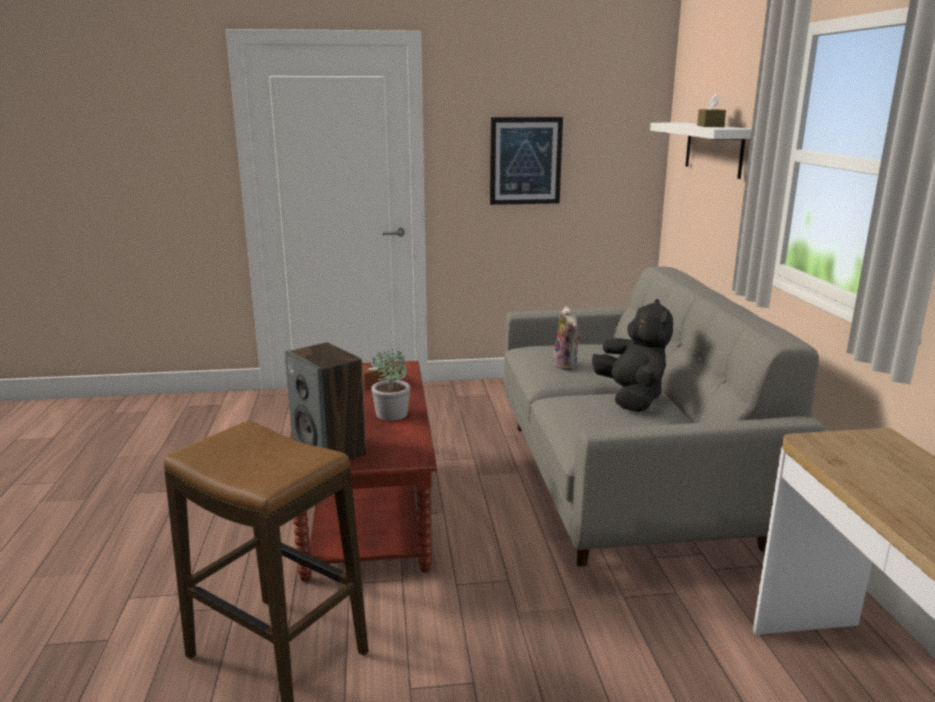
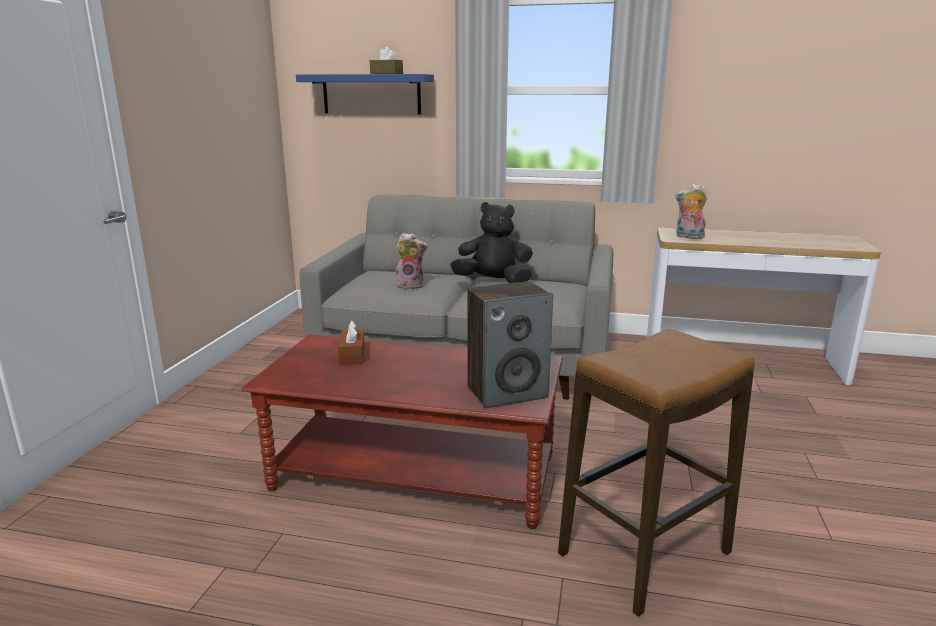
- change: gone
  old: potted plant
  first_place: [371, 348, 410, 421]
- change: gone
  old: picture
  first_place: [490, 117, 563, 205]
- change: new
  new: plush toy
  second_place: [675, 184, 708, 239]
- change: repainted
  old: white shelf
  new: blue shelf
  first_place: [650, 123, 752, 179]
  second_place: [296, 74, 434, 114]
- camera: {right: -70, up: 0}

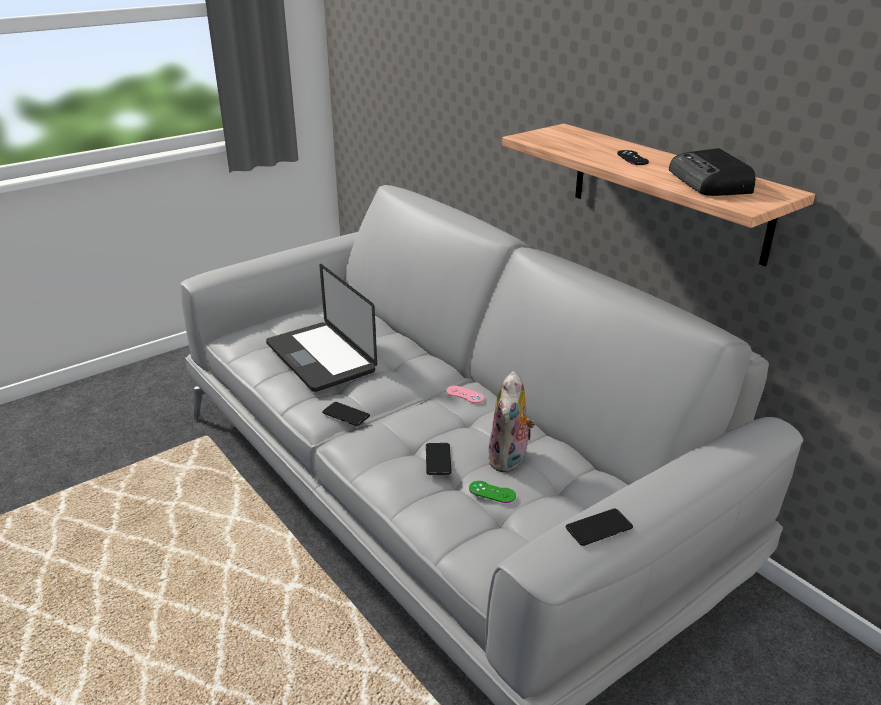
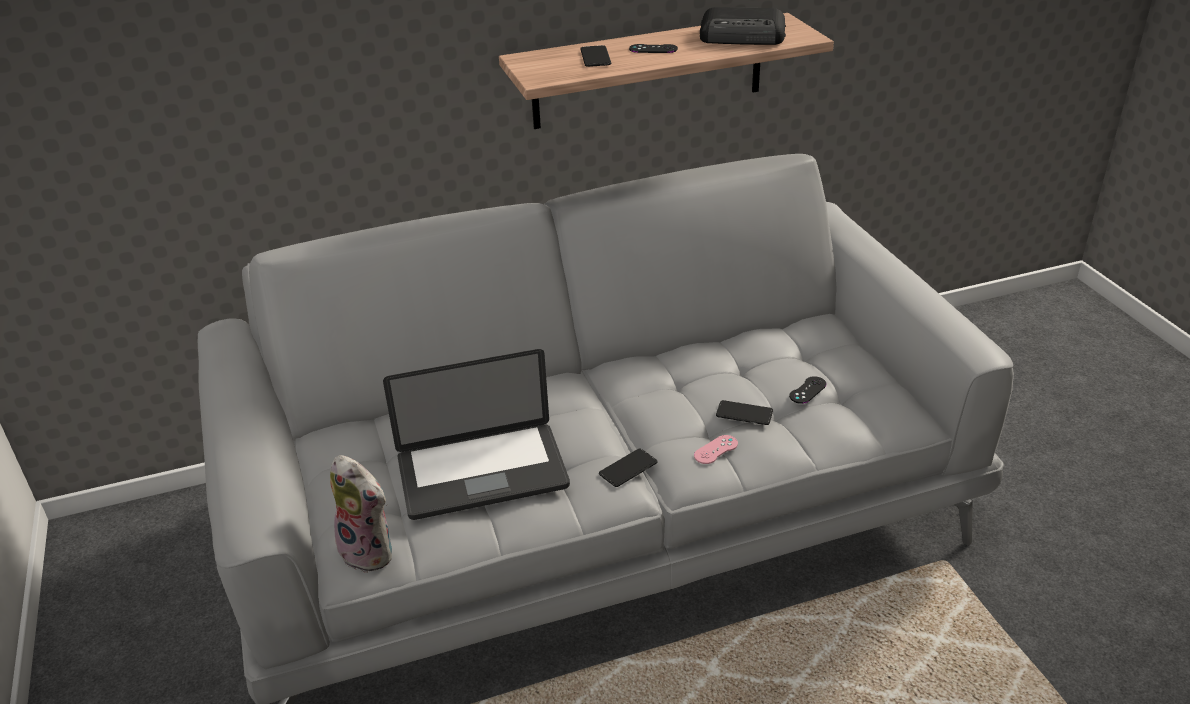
- change: shifted
  old: pink game controller
  first_place: [446, 386, 484, 403]
  second_place: [694, 435, 738, 464]
- change: shifted
  old: plush toy
  first_place: [488, 371, 535, 472]
  second_place: [330, 455, 392, 573]
- change: shifted
  old: phone
  first_place: [566, 508, 633, 546]
  second_place: [580, 45, 611, 67]
- change: repainted
  old: green game controller
  new: black game controller
  first_place: [469, 481, 516, 503]
  second_place: [789, 376, 826, 404]
- camera: {right: -70, up: 5}

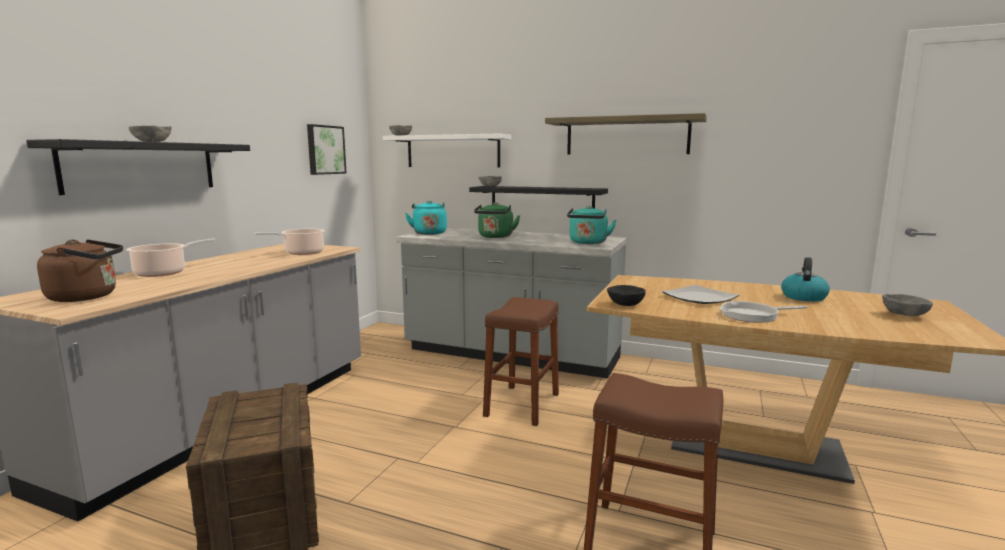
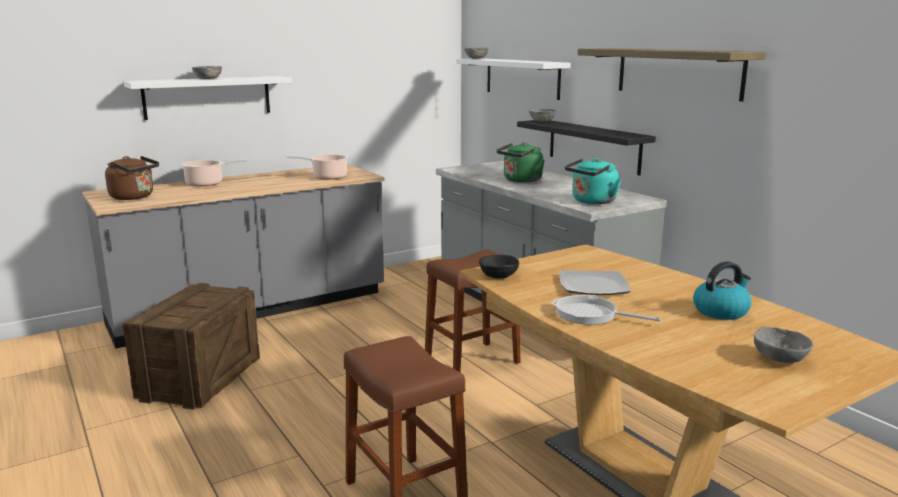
- change: gone
  old: picture
  first_place: [307, 124, 347, 175]
- change: gone
  old: turquoise kettle
  first_place: [405, 201, 447, 235]
- change: repainted
  old: black shelf
  new: white shelf
  first_place: [26, 139, 250, 195]
  second_place: [124, 76, 292, 120]
- camera: {right: 35, up: 5}

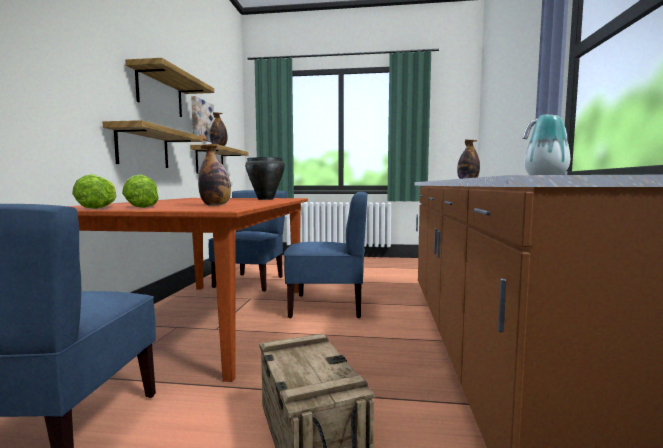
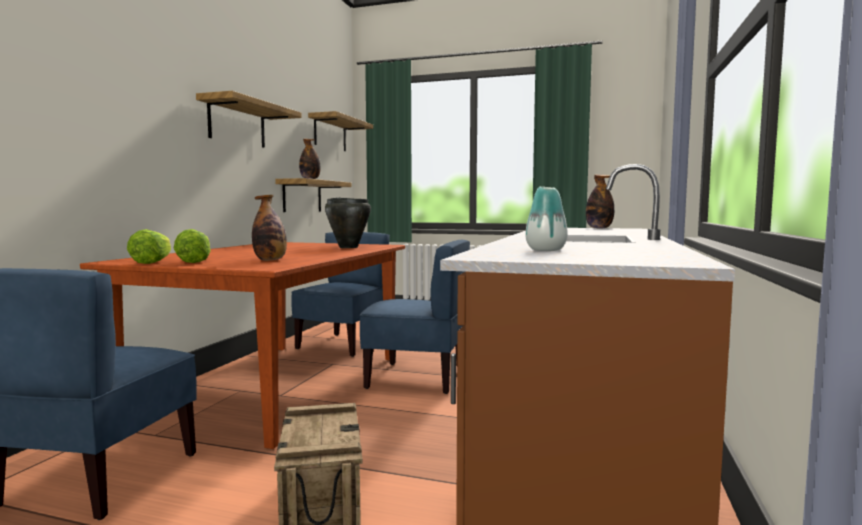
- change: gone
  old: picture
  first_place: [191, 96, 214, 142]
- change: shifted
  old: shelf
  first_place: [102, 120, 203, 168]
  second_place: [308, 111, 373, 151]
- camera: {right: 10, up: 0}

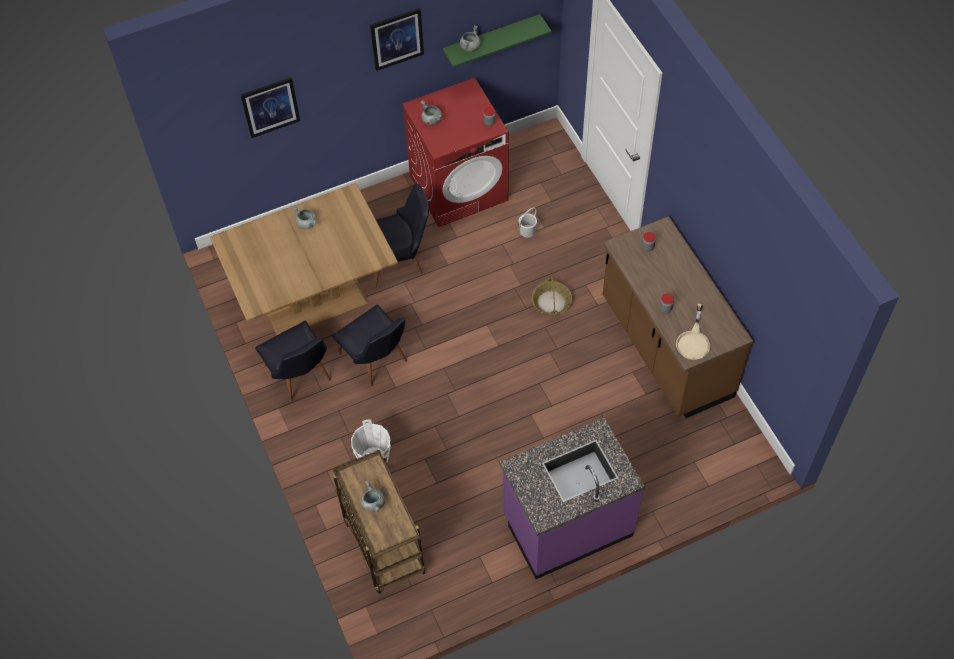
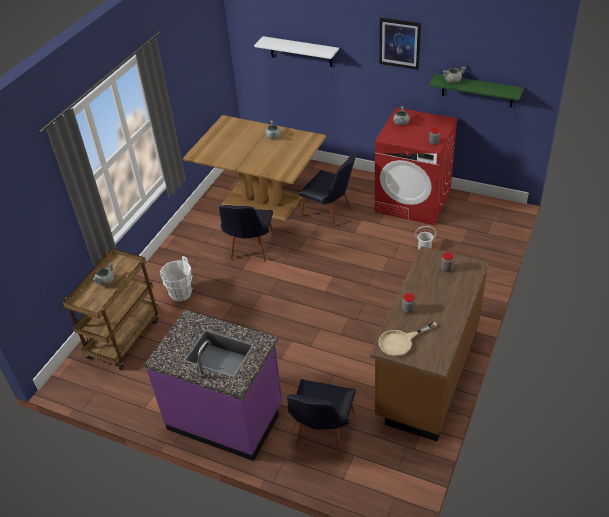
- change: gone
  old: basket
  first_place: [532, 275, 572, 315]
- change: shifted
  old: black chair
  first_place: [255, 321, 331, 402]
  second_place: [287, 379, 356, 455]
- change: swapped
  old: picture
  new: white shelf
  first_place: [241, 77, 300, 138]
  second_place: [254, 36, 339, 67]
- camera: {right: 50, up: -15}

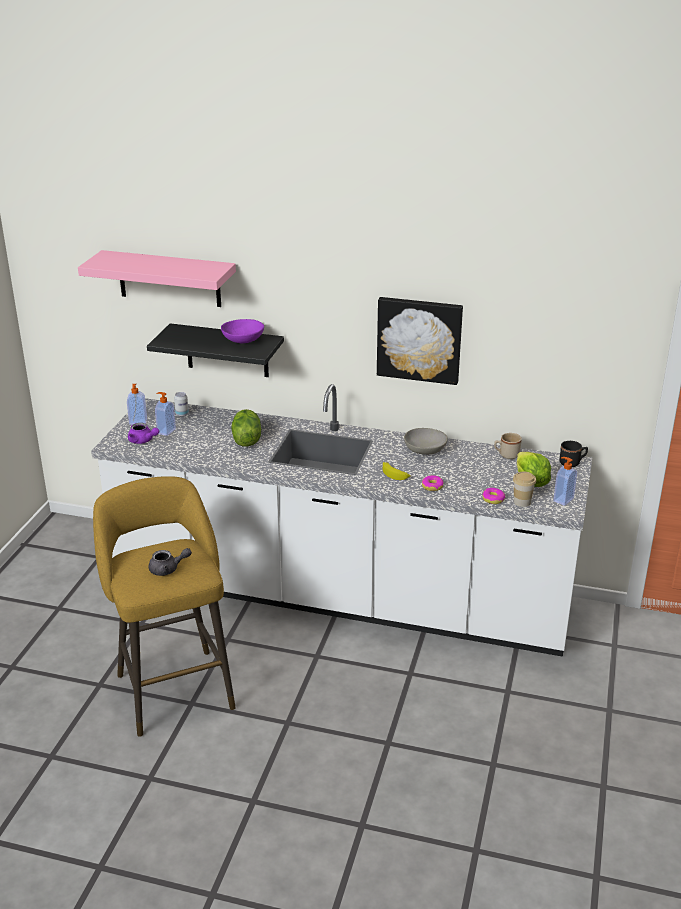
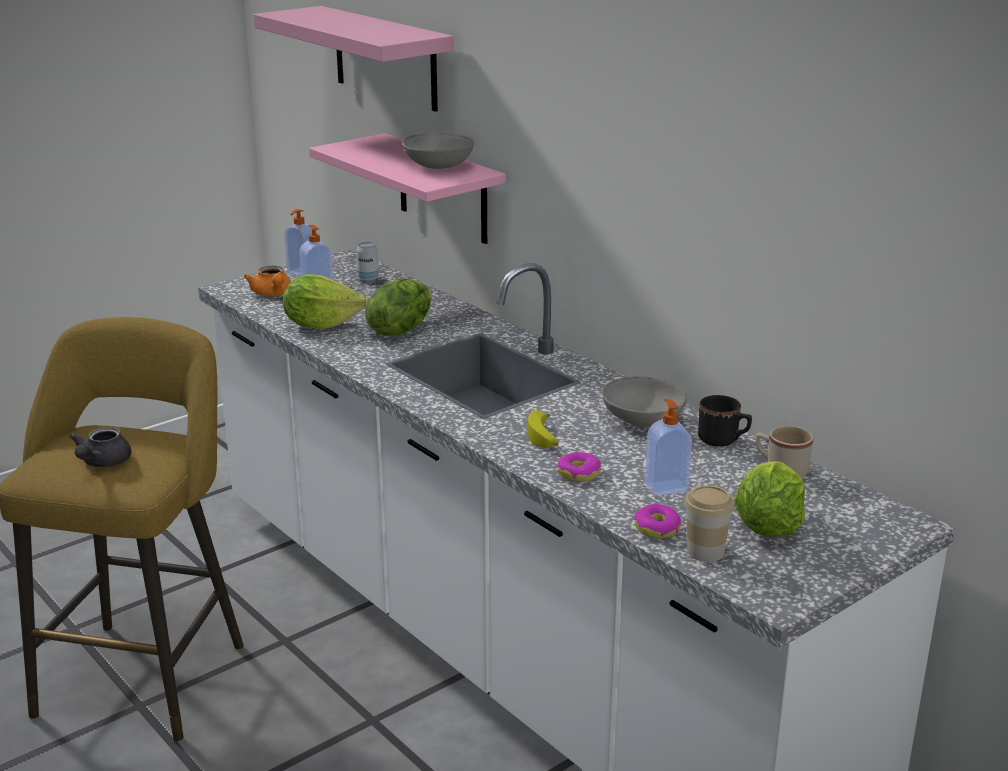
- change: gone
  old: picture
  first_place: [377, 297, 463, 385]
- change: new
  new: lettuce
  second_place: [283, 274, 367, 329]
- change: shifted
  old: soap dispenser
  first_place: [553, 457, 577, 506]
  second_place: [645, 399, 692, 496]
- change: shifted
  old: black mug
  first_place: [559, 441, 588, 467]
  second_place: [698, 395, 752, 447]
- change: repainted
  old: purple teapot
  new: orange teapot
  first_place: [128, 423, 159, 444]
  second_place: [244, 266, 291, 296]
- change: repainted
  old: black shelf
  new: pink shelf
  first_place: [147, 323, 284, 377]
  second_place: [309, 133, 506, 244]
- change: repainted
  old: purple bowl
  new: grey bowl
  first_place: [221, 319, 264, 343]
  second_place: [402, 134, 474, 169]
- change: rotated
  old: grey teapot
  first_place: [148, 548, 192, 576]
  second_place: [69, 427, 131, 467]
  degrees: 75
- camera: {right: 35, up: -5}

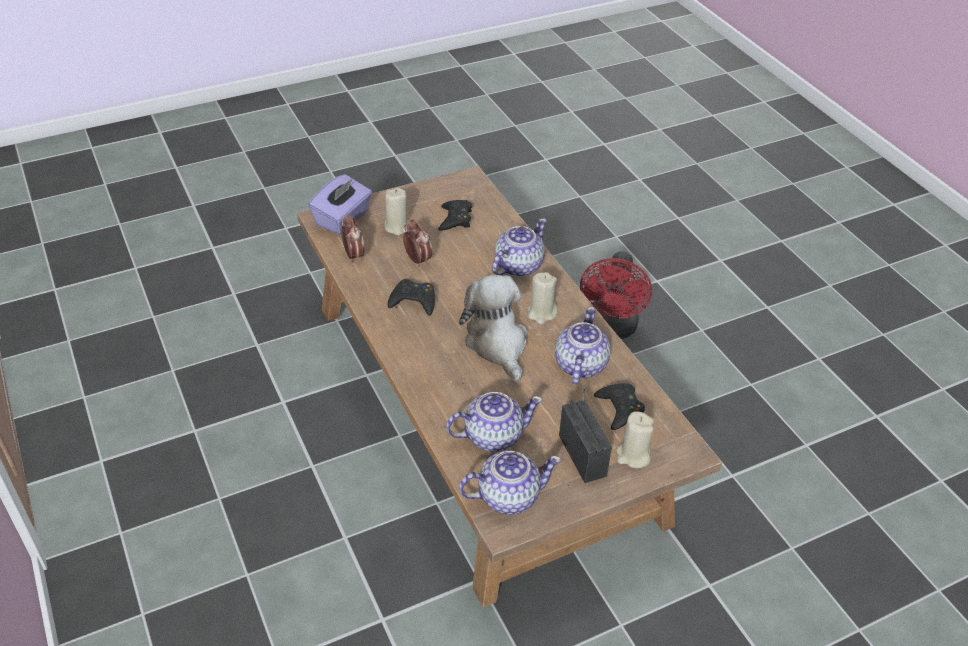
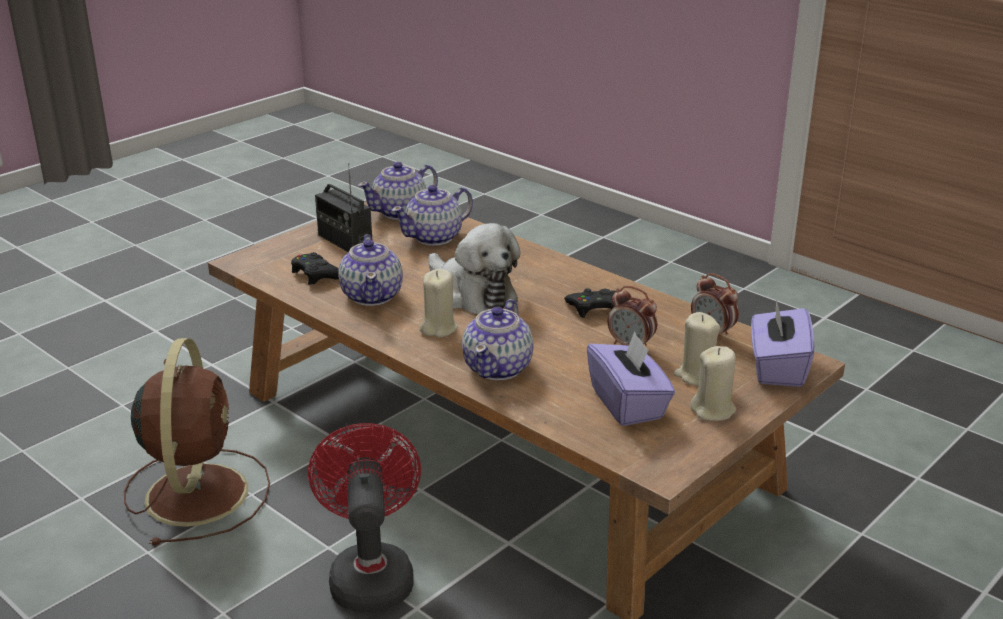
- change: new
  new: brown fan
  second_place: [124, 338, 270, 545]
- change: shifted
  old: beige candle
  first_place: [616, 411, 654, 468]
  second_place: [690, 346, 736, 421]
- change: swapped
  old: black game controller
  new: purple tissue box
  first_place: [438, 200, 472, 231]
  second_place: [587, 331, 675, 426]
- camera: {right: 160, up: -15}

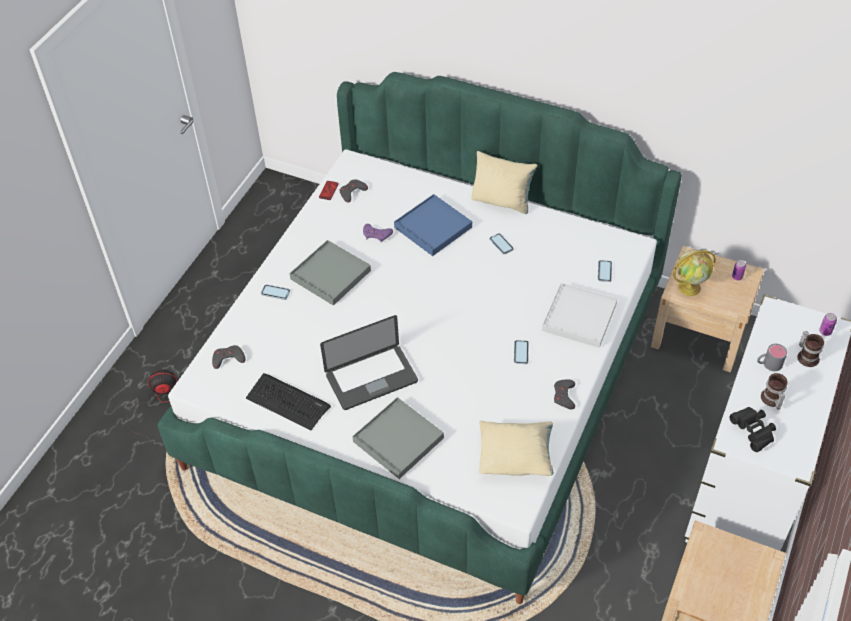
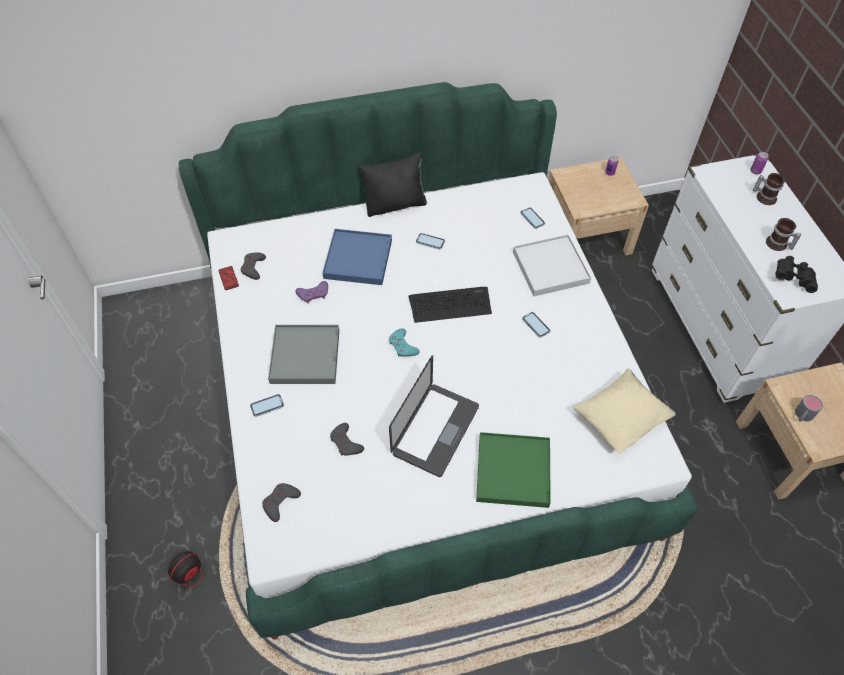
- change: gone
  old: globe
  first_place: [673, 249, 716, 296]
- change: new
  new: turquoise game controller
  second_place: [389, 328, 420, 357]
- change: shifted
  old: keyboard
  first_place: [246, 373, 331, 430]
  second_place: [408, 287, 492, 323]
- change: shifted
  old: grey game controller
  first_place: [554, 379, 575, 409]
  second_place: [330, 423, 364, 456]
- change: shifted
  old: grey mug
  first_place: [757, 344, 787, 371]
  second_place: [795, 395, 823, 422]
- change: repainted
  old: grey tray
  new: green tray
  first_place: [352, 397, 444, 479]
  second_place: [476, 432, 551, 508]
- change: repainted
  old: beige pillow
  new: black pillow
  first_place: [471, 151, 537, 214]
  second_place: [359, 152, 427, 217]
- camera: {right: -40, up: 5}

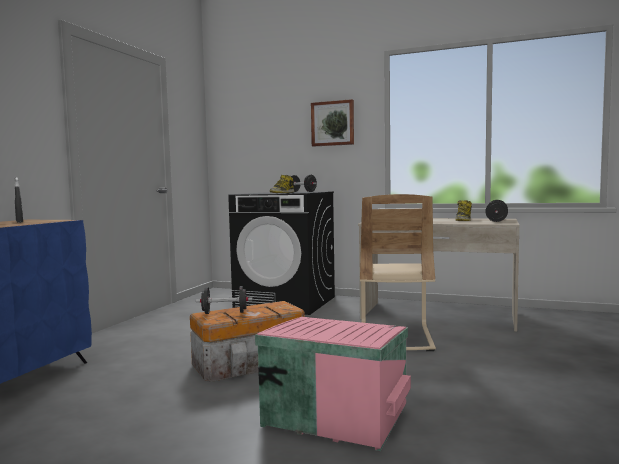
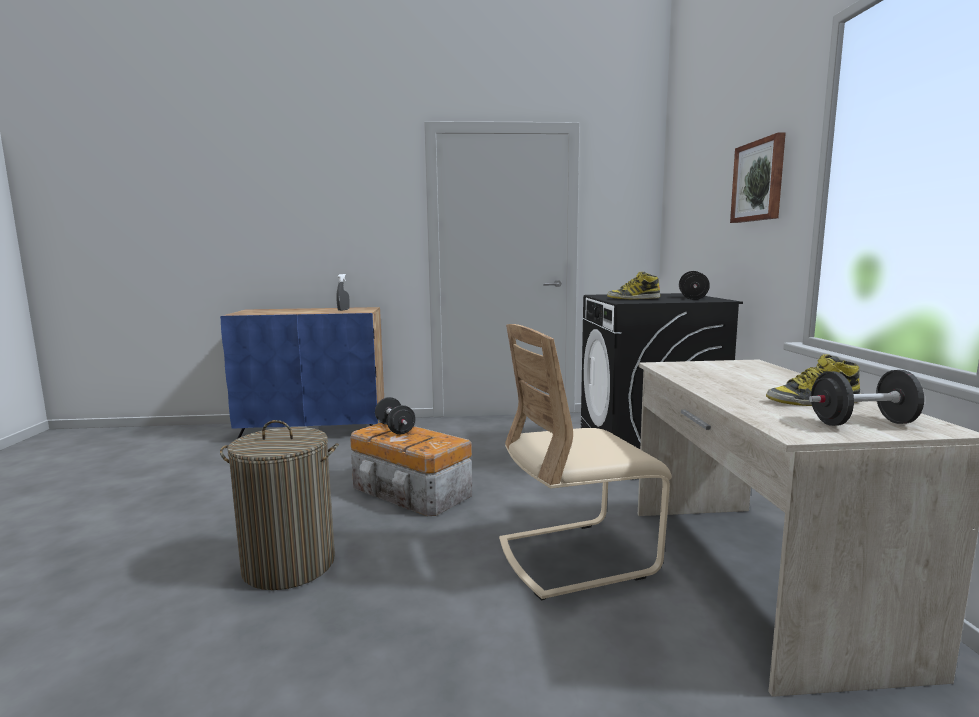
- change: swapped
  old: pink storage box
  new: laundry basket
  first_place: [255, 317, 411, 451]
  second_place: [220, 420, 339, 590]
- camera: {right: 65, up: 5}

